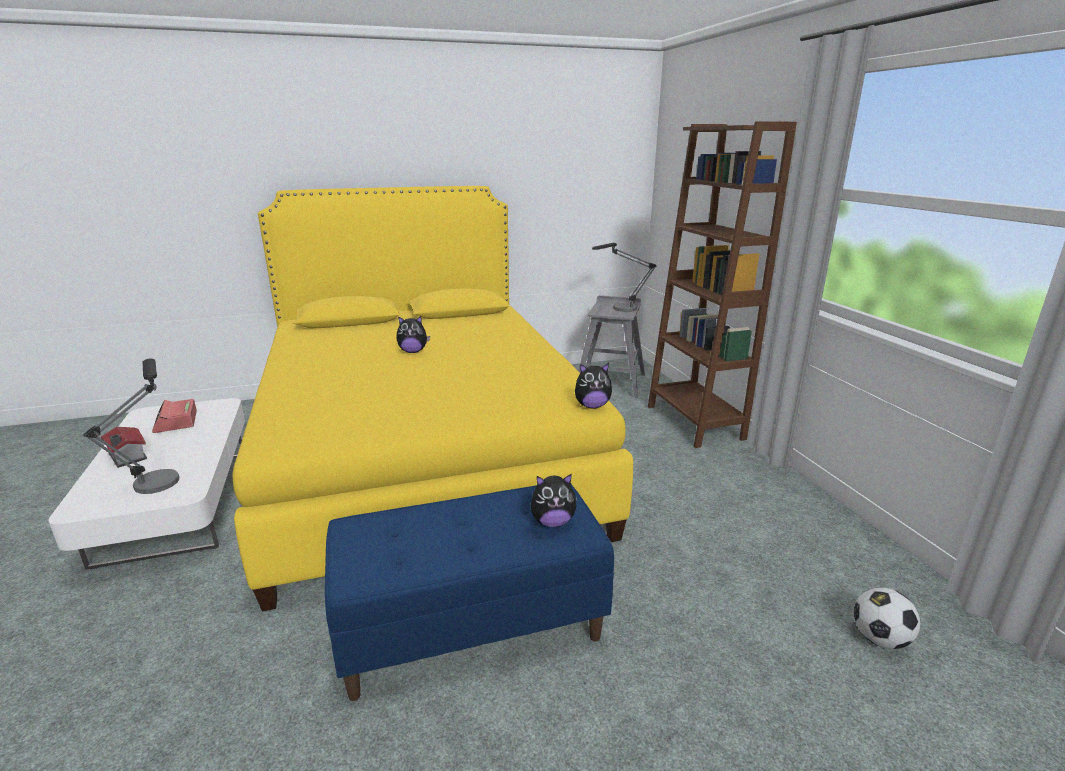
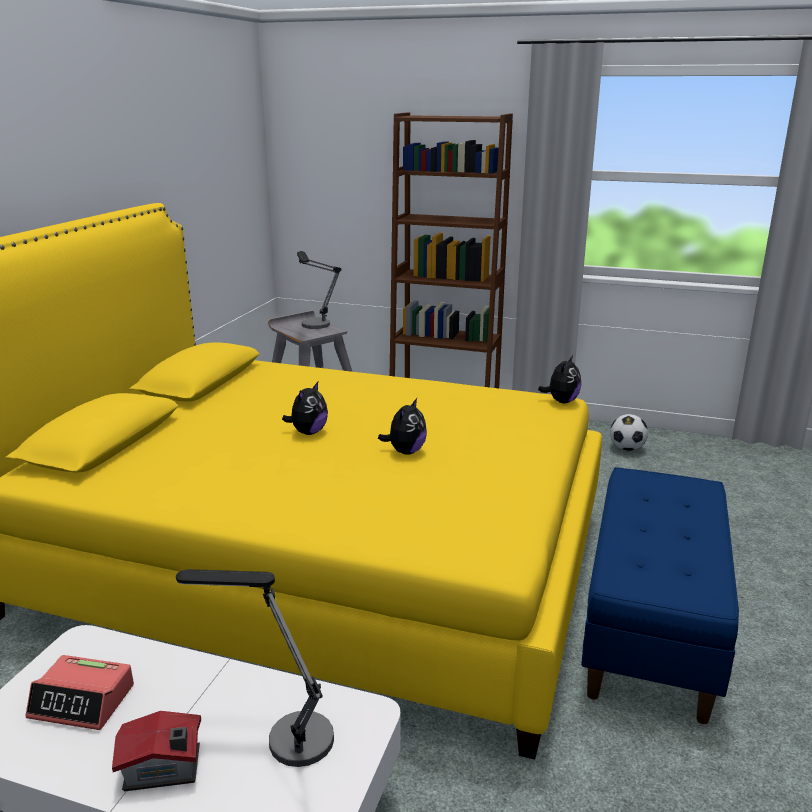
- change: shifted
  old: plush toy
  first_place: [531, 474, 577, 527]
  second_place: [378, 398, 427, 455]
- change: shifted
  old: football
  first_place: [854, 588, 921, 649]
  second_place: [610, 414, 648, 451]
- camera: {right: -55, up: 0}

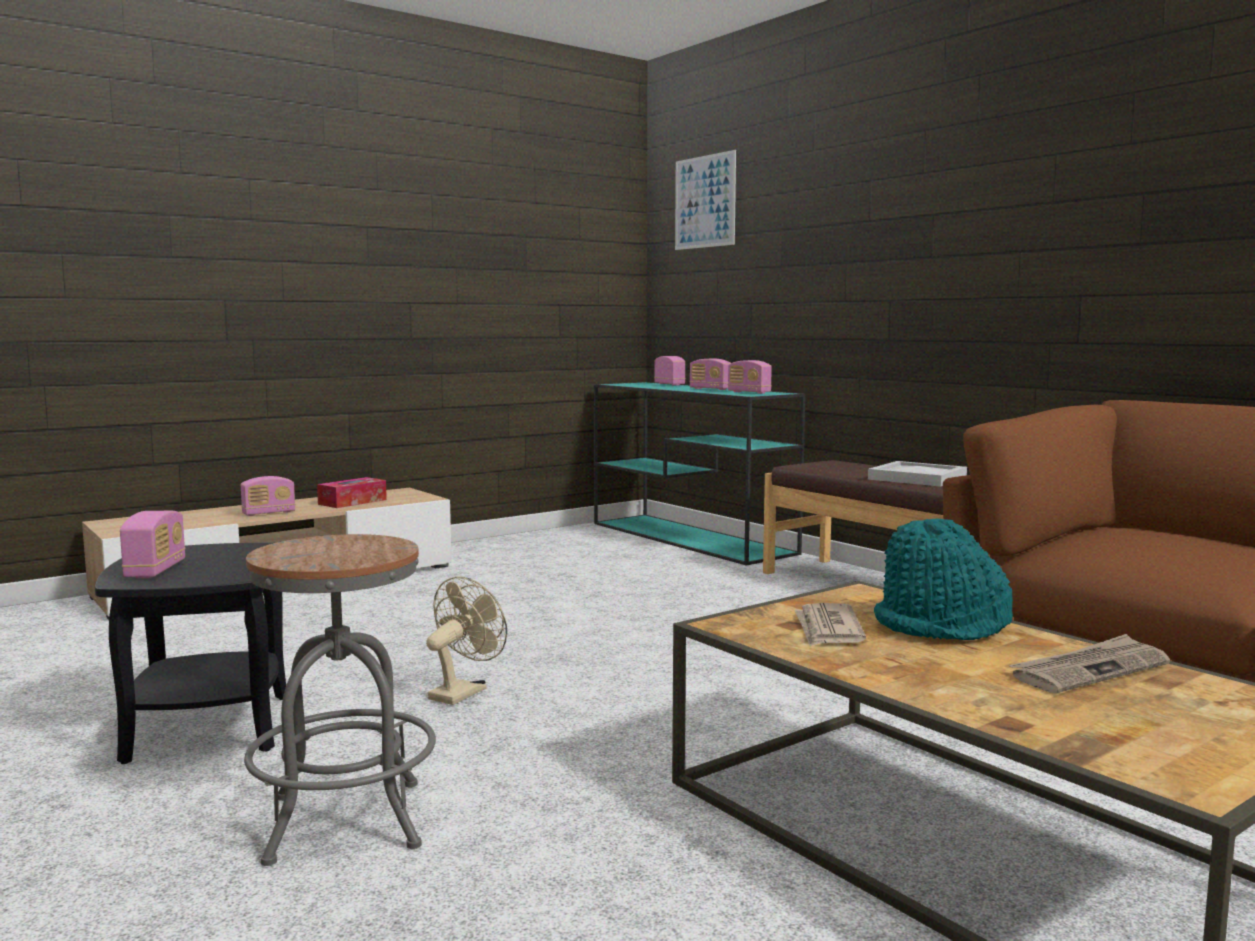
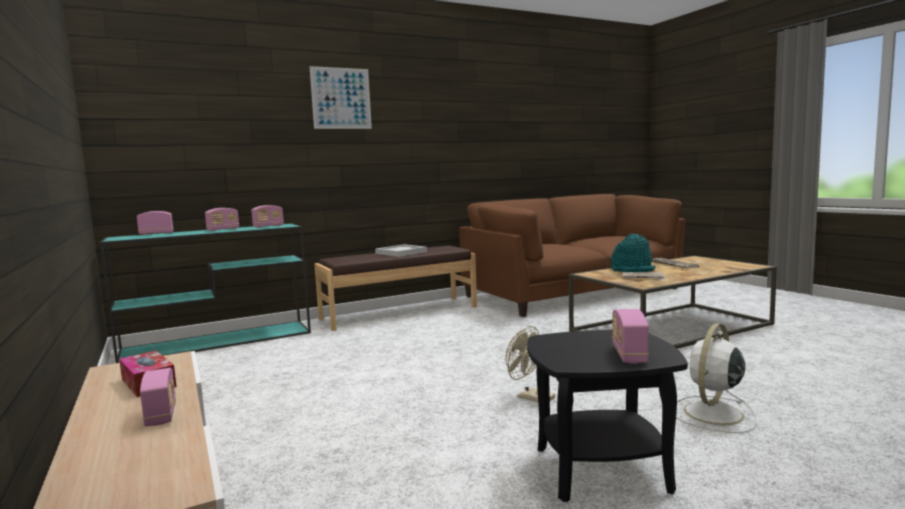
- change: shifted
  old: picture
  first_place: [675, 150, 736, 250]
  second_place: [309, 66, 372, 129]
- change: swapped
  old: grey stool
  new: white fan
  first_place: [244, 534, 436, 866]
  second_place: [676, 323, 757, 433]
- change: rotated
  old: radio
  first_place: [120, 511, 185, 579]
  second_place: [612, 309, 649, 364]
  degrees: -90
- camera: {right: -80, up: 0}

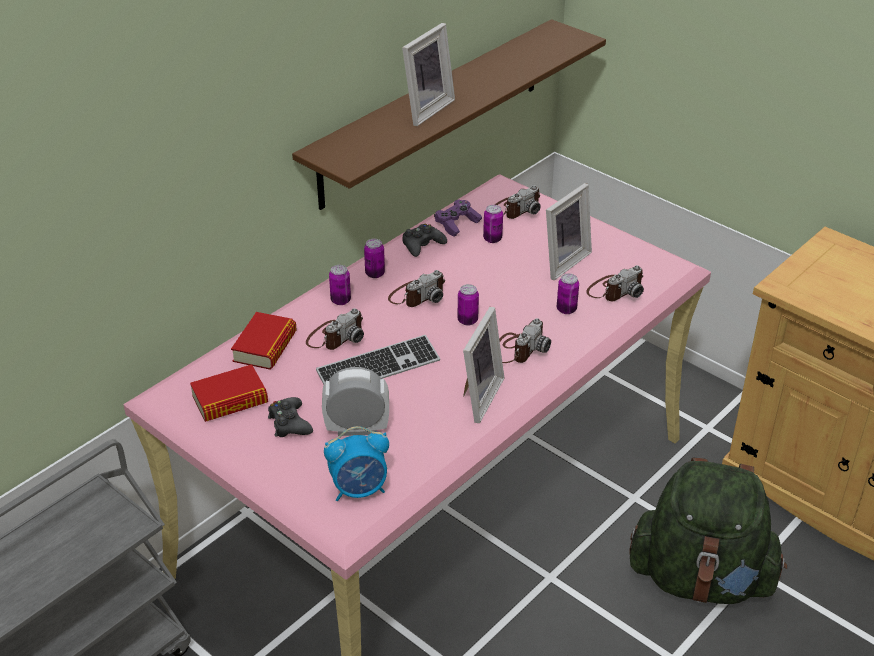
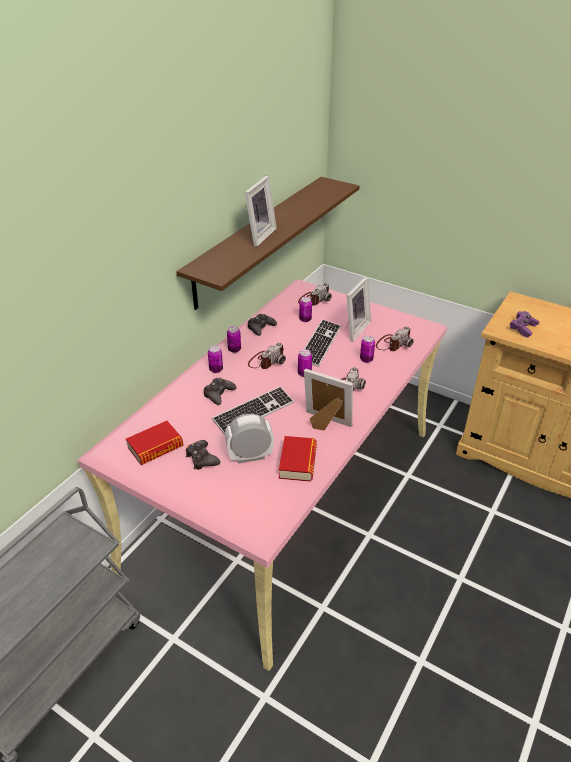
- change: gone
  old: alarm clock
  first_place: [324, 426, 389, 501]
- change: gone
  old: green backpack
  first_place: [629, 457, 787, 604]
- change: new
  new: keyboard
  second_place: [304, 319, 341, 367]
- change: shifted
  old: book
  first_place: [231, 312, 297, 370]
  second_place: [279, 436, 317, 482]
- change: shifted
  old: purple game controller
  first_place: [434, 199, 482, 237]
  second_place: [510, 311, 539, 338]
- change: swapped
  old: photo camera
  new: black game controller
  first_place: [306, 308, 364, 350]
  second_place: [203, 378, 236, 405]
- change: rotated
  old: picture frame
  first_place: [463, 307, 504, 423]
  second_place: [304, 369, 353, 431]
  degrees: -75
- camera: {right: -10, up: 0}

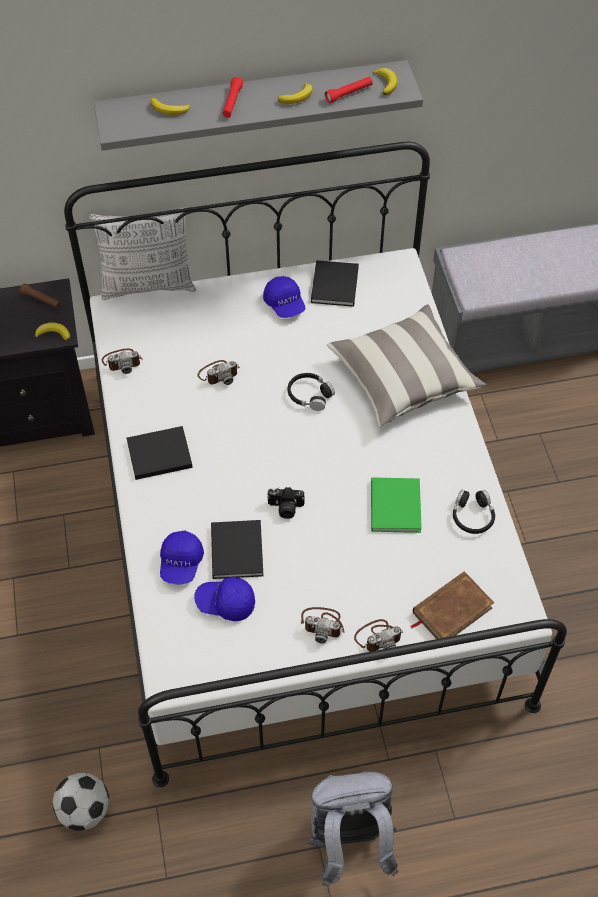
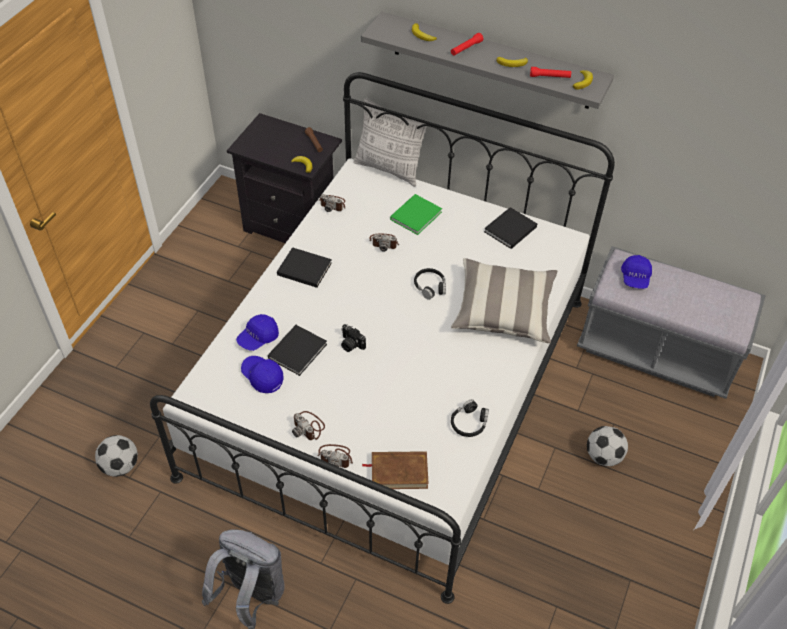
- change: new
  new: football
  second_place: [587, 426, 628, 466]
- change: shifted
  old: blue cap
  first_place: [263, 276, 305, 318]
  second_place: [621, 255, 652, 289]
- change: shifted
  old: green book
  first_place: [371, 477, 422, 533]
  second_place: [390, 194, 442, 235]
- camera: {right: 35, up: -5}

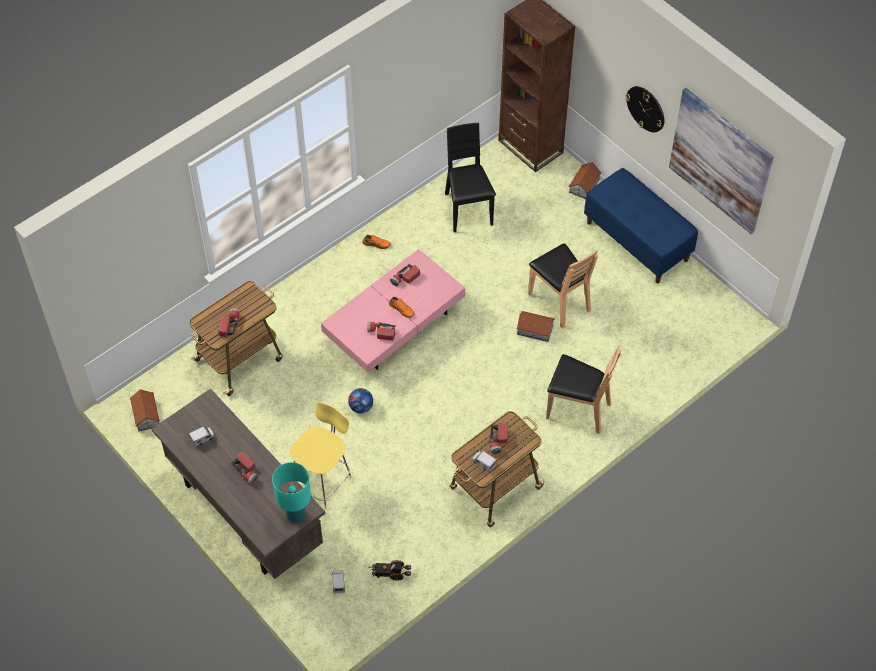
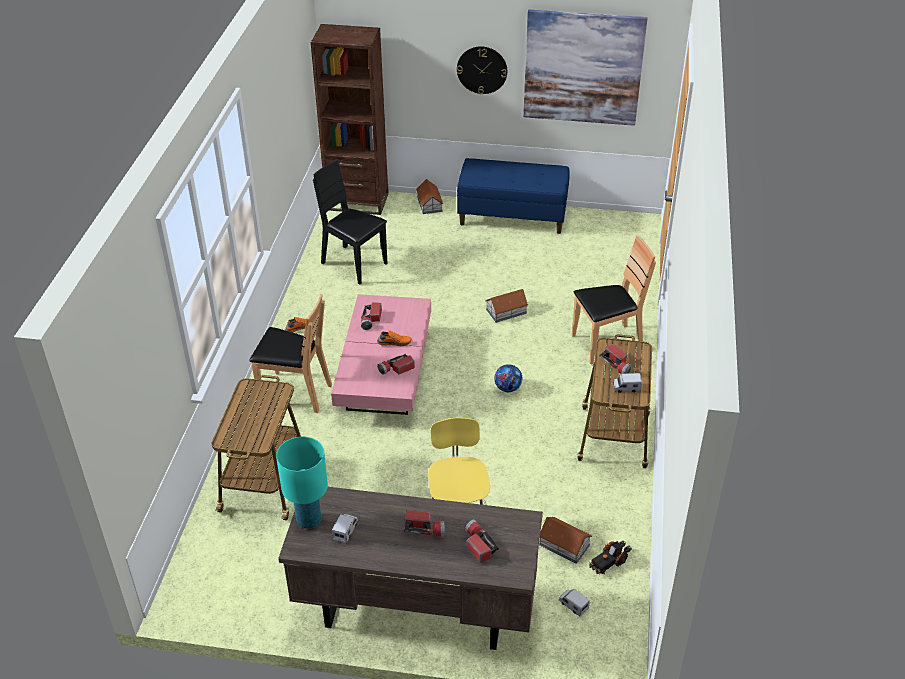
- change: shifted
  old: toy house
  first_place: [130, 389, 160, 431]
  second_place: [539, 517, 592, 564]
- change: shifted
  old: flashlight
  first_place: [218, 308, 240, 337]
  second_place: [465, 520, 499, 562]
- change: shifted
  old: turquoise table lamp
  first_place: [272, 462, 311, 522]
  second_place: [276, 436, 328, 529]
- change: shifted
  old: football
  first_place: [348, 388, 373, 413]
  second_place: [494, 364, 522, 392]
- change: shifted
  old: brown chair
  first_place: [528, 243, 598, 328]
  second_place: [249, 294, 332, 413]
- camera: {right: -40, up: -15}

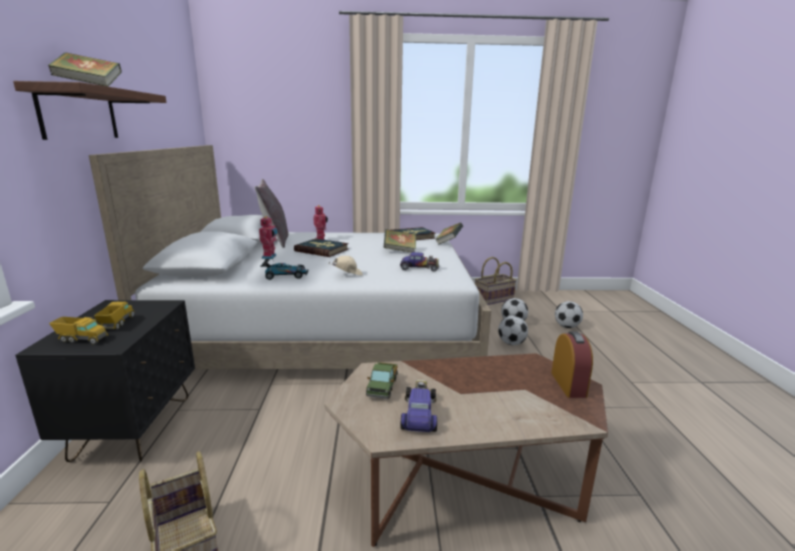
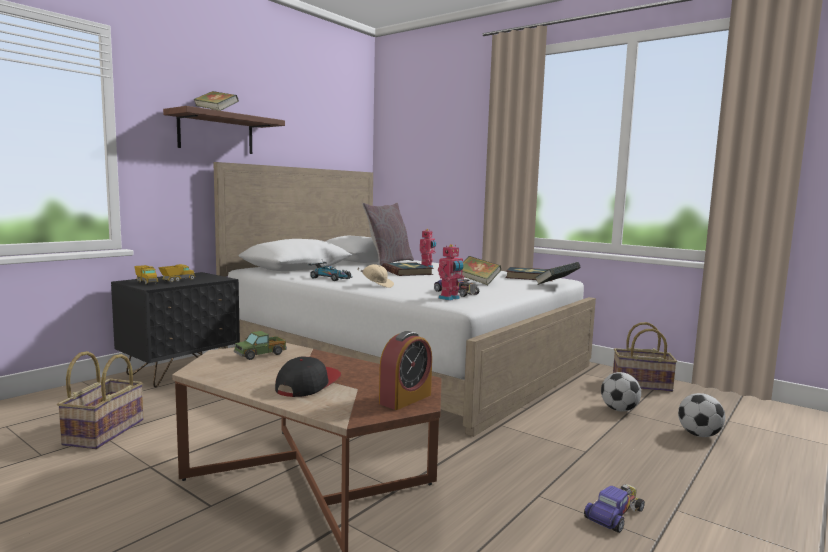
- change: gone
  old: football
  first_place: [498, 316, 528, 345]
- change: new
  new: cap
  second_place: [275, 356, 341, 397]
- change: shifted
  old: toy robot
  first_place: [259, 216, 277, 259]
  second_place: [438, 244, 464, 301]
- change: shifted
  old: toy car
  first_place: [400, 380, 437, 432]
  second_place: [584, 484, 645, 533]
- camera: {right: 40, up: -10}

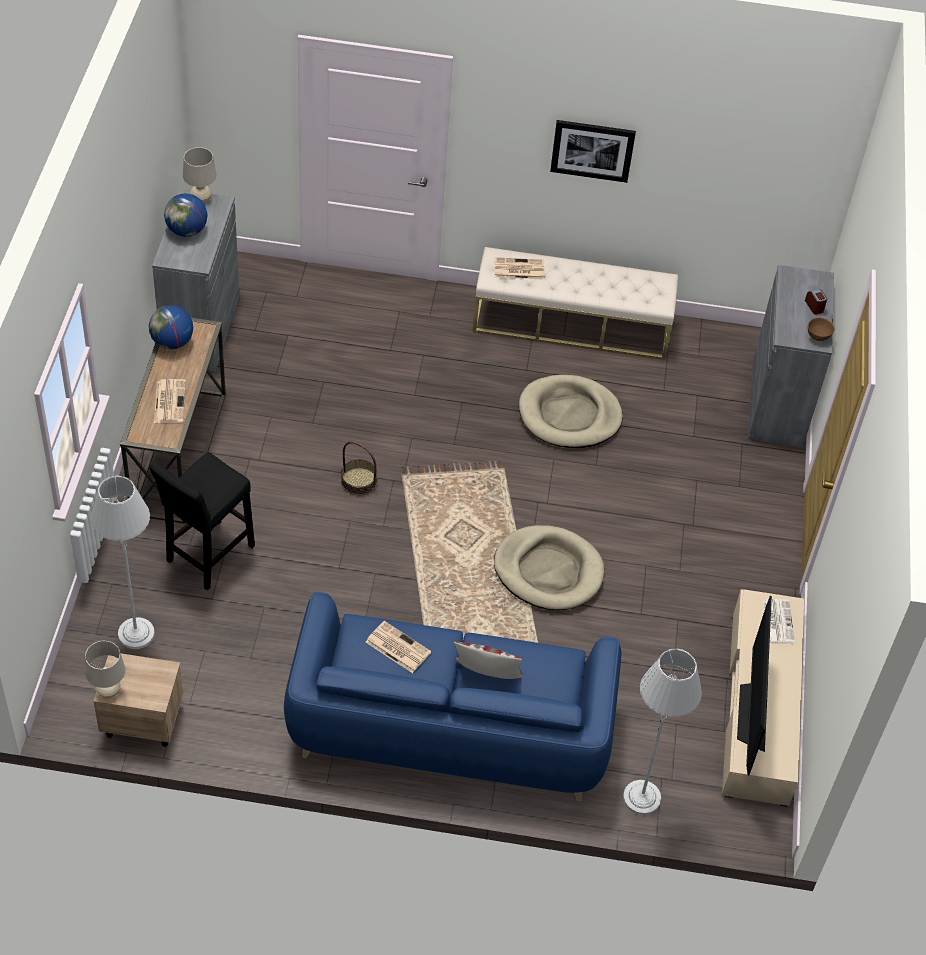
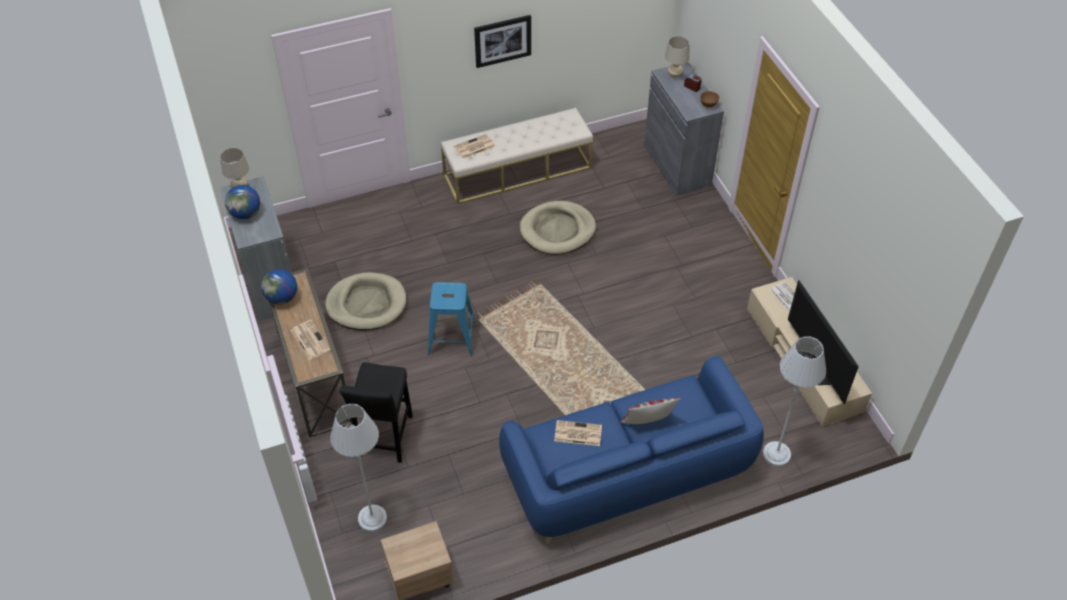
- change: shifted
  old: beige table lamp
  first_place: [85, 641, 125, 698]
  second_place: [665, 36, 689, 78]
- change: shifted
  old: beige dog bed
  first_place: [494, 525, 604, 610]
  second_place: [325, 272, 407, 330]
- change: swapped
  old: basket
  new: blue stool
  first_place: [341, 441, 378, 495]
  second_place: [428, 282, 476, 356]
- camera: {right: -25, up: 0}

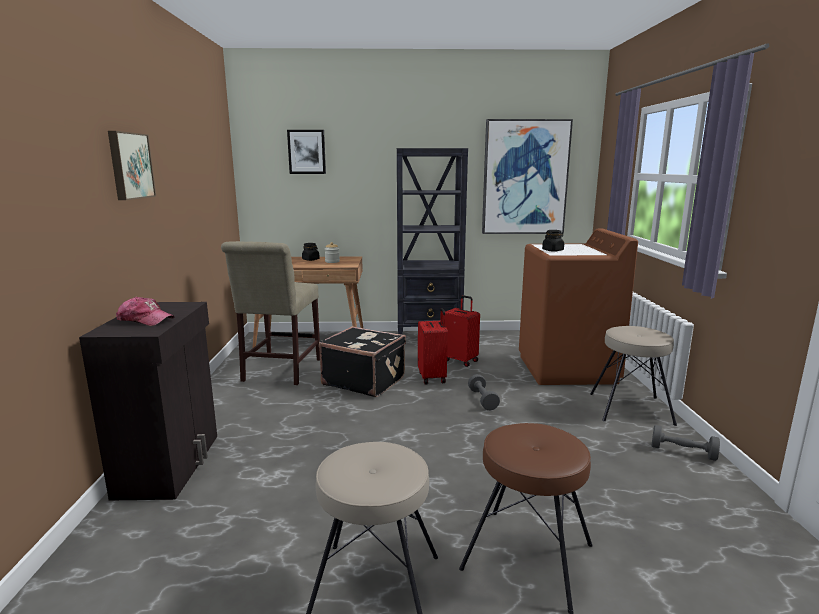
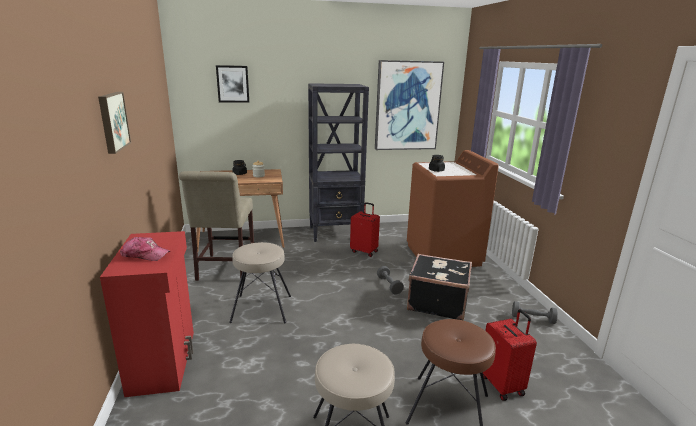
- change: shifted
  old: black suitcase
  first_place: [319, 326, 406, 397]
  second_place: [407, 254, 472, 321]
- change: shifted
  old: red suitcase
  first_place: [418, 308, 448, 384]
  second_place: [483, 309, 537, 401]
- change: shifted
  old: beige stool
  first_place: [590, 326, 677, 426]
  second_place: [229, 242, 291, 323]
- change: repainted
  old: black cabinet
  new: red cabinet
  first_place: [79, 302, 217, 501]
  second_place: [100, 231, 194, 397]
- camera: {right: -10, up: 5}

